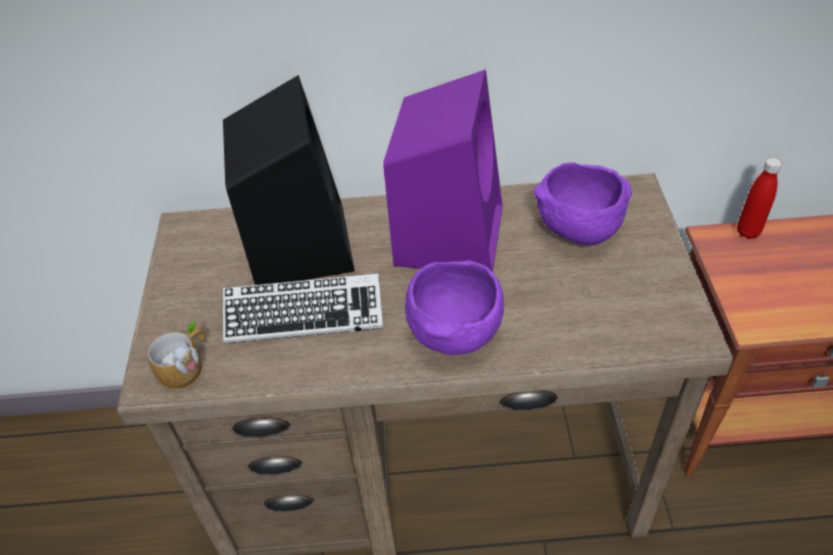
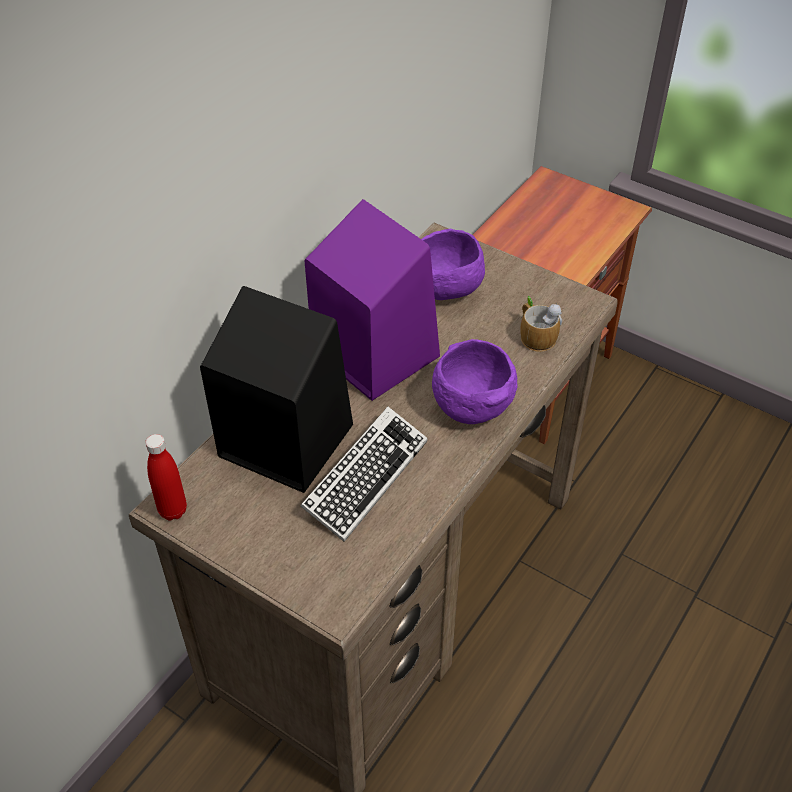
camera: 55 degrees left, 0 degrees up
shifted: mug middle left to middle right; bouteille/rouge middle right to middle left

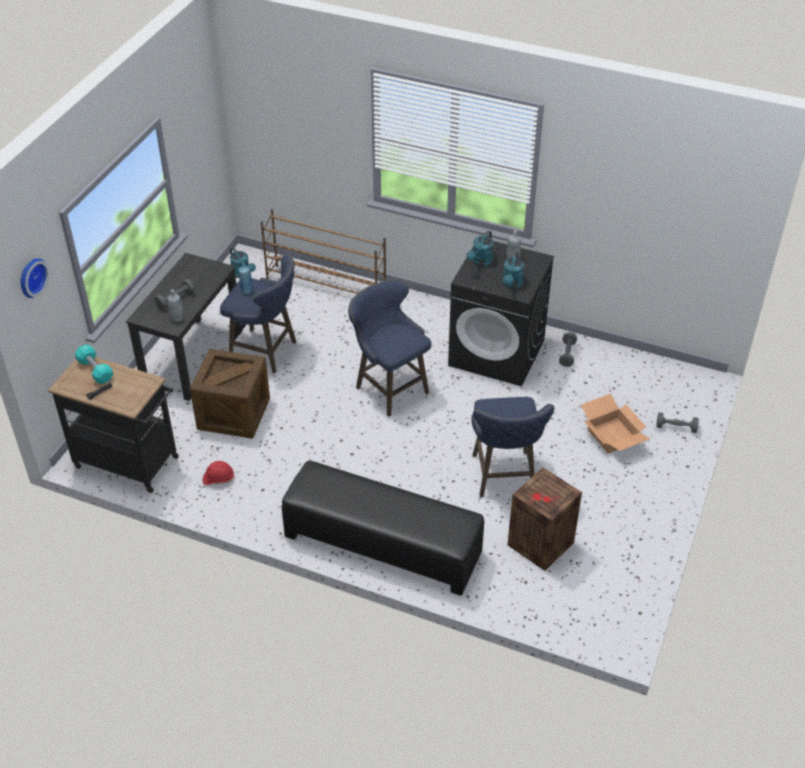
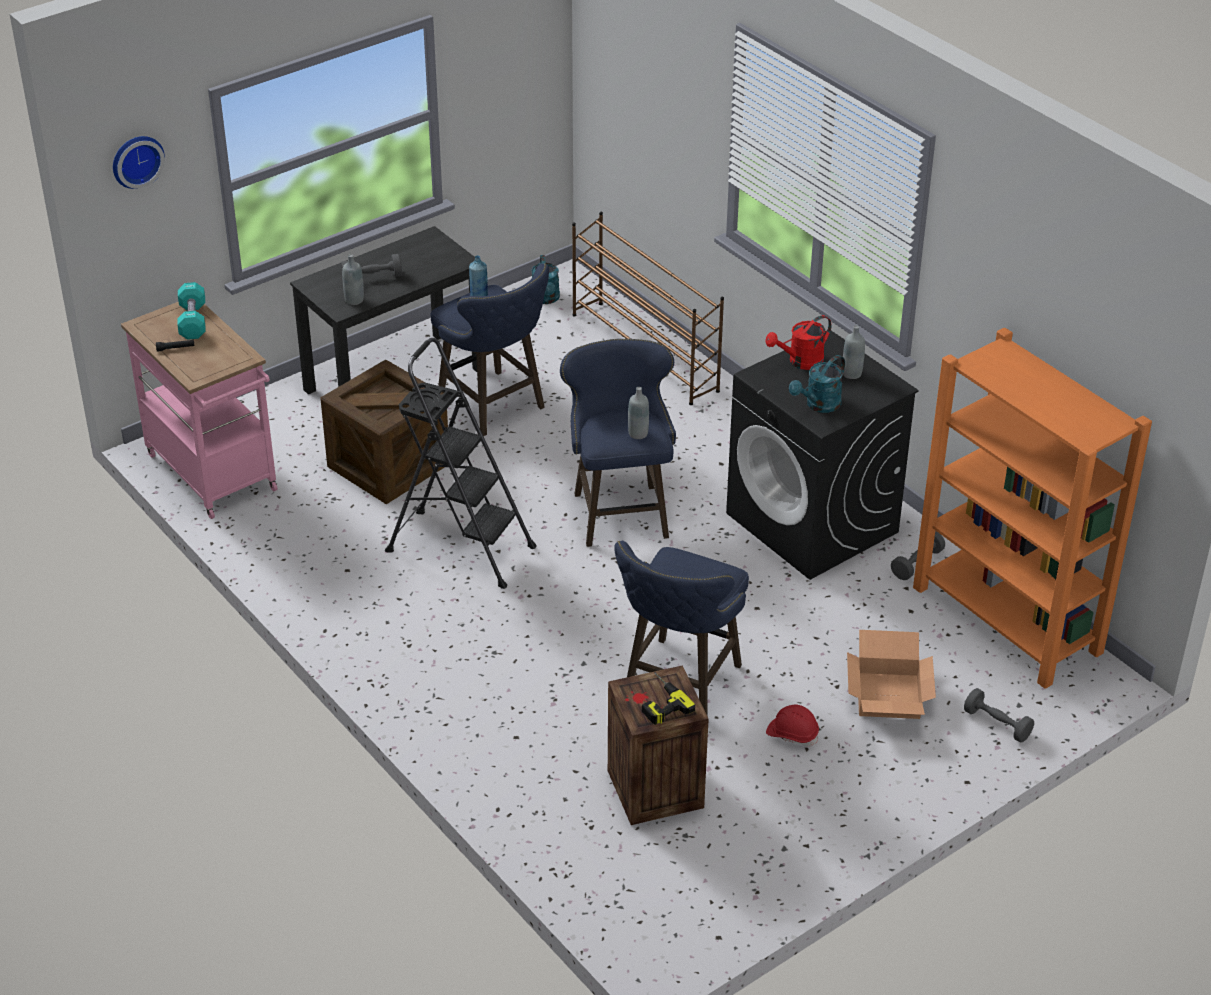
camera: 30 degrees right, 5 degrees down
gone: banc/noir bottom centre
new: escabeau centre; bouteille/gris (no. 2 from left) centre; perceuse bottom centre; bibliothèque/orange middle right
shifted: casque de chantier/rouge middle left to bottom centre
repainted: chariot/noir middle left to chariot/rose middle left; arrosoir/turquoise (no. 2 from left) top centre to arrosoir/rouge centre

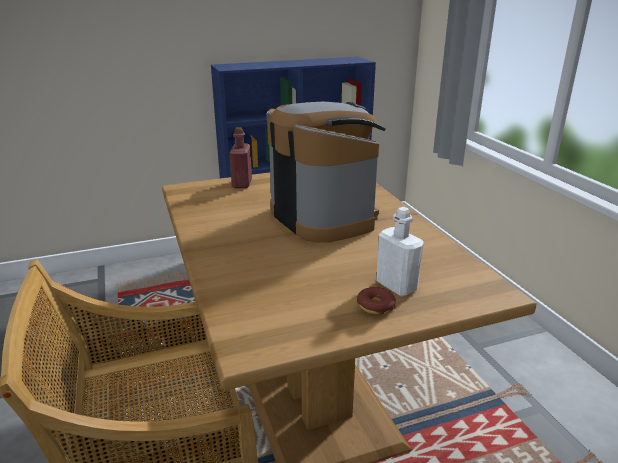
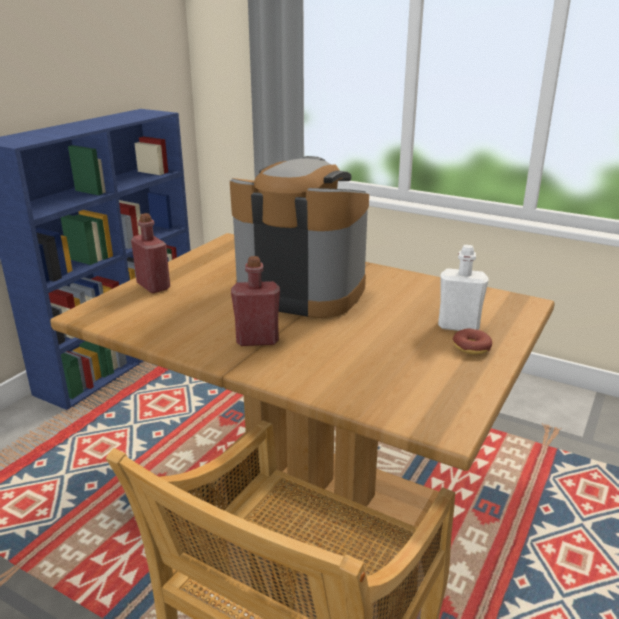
camera: 40 degrees left, 0 degrees up
new: bouteille/rouge (no. 2 from left) centre

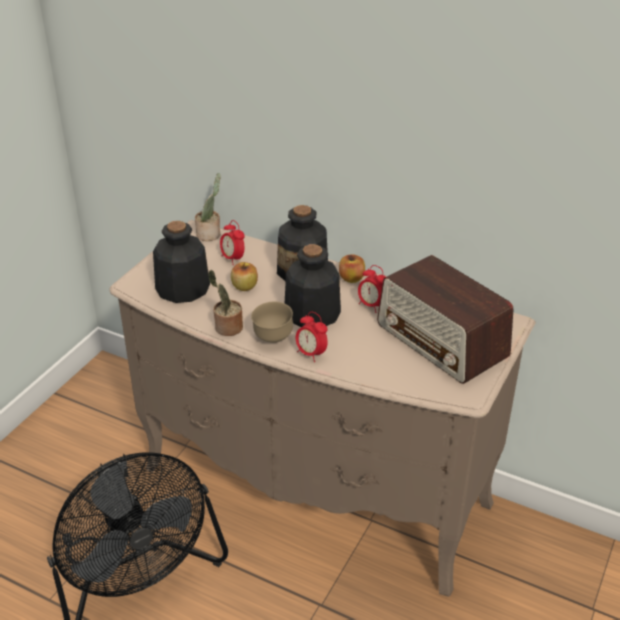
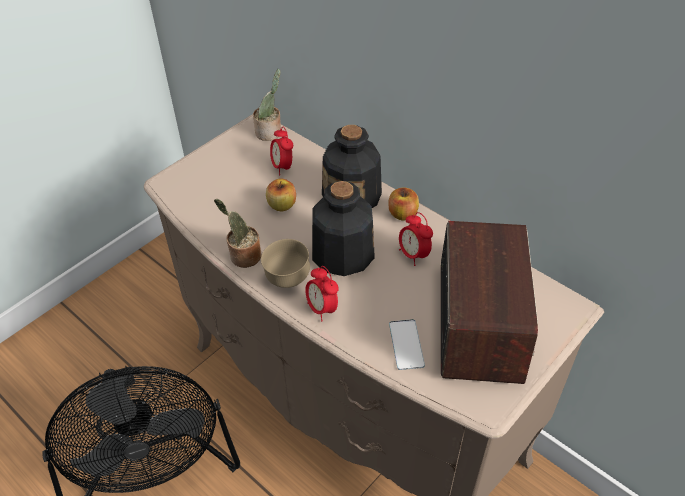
camera: 15 degrees right, 10 degrees up
gone: bouteille (no. 1 from left) middle left
new: téléphone bottom centre
rotated: radio middle right = middle right 150 degrees counterclockwise

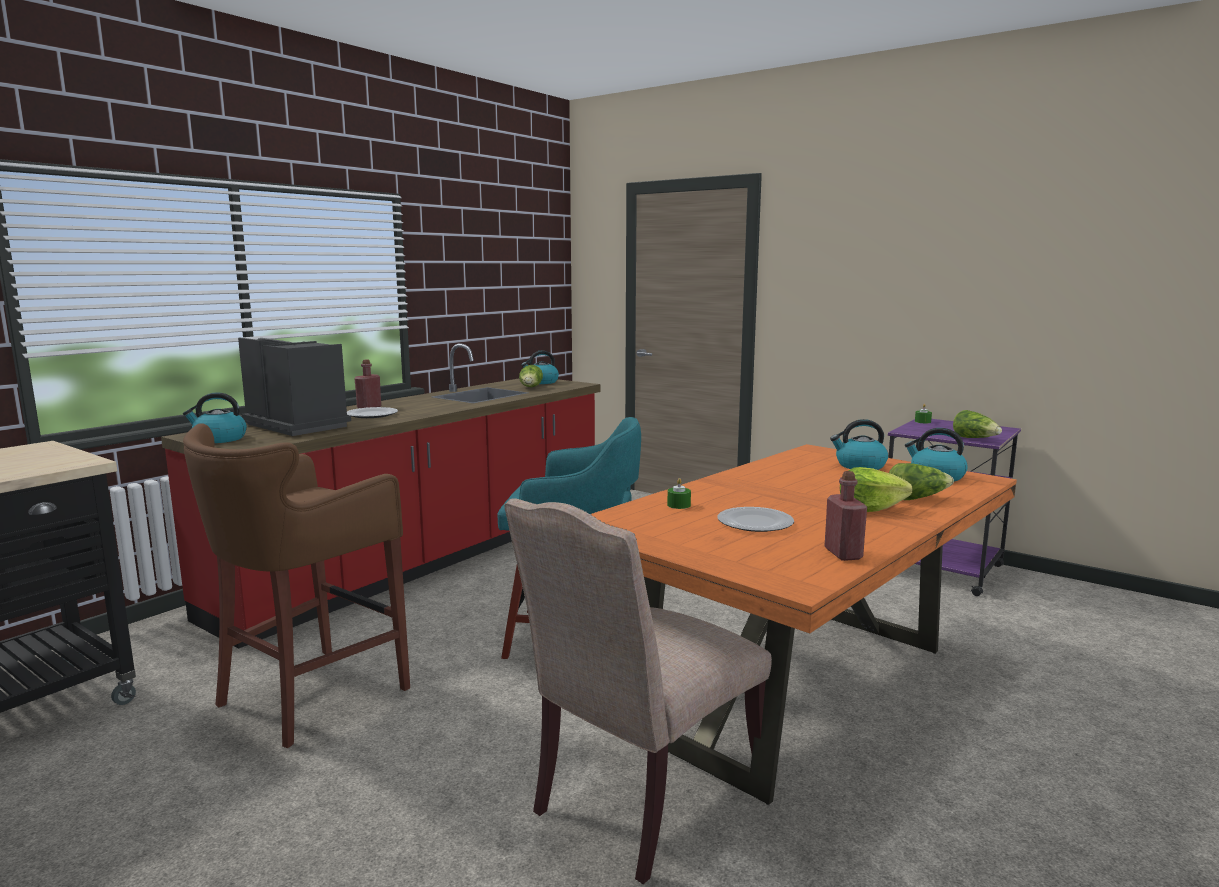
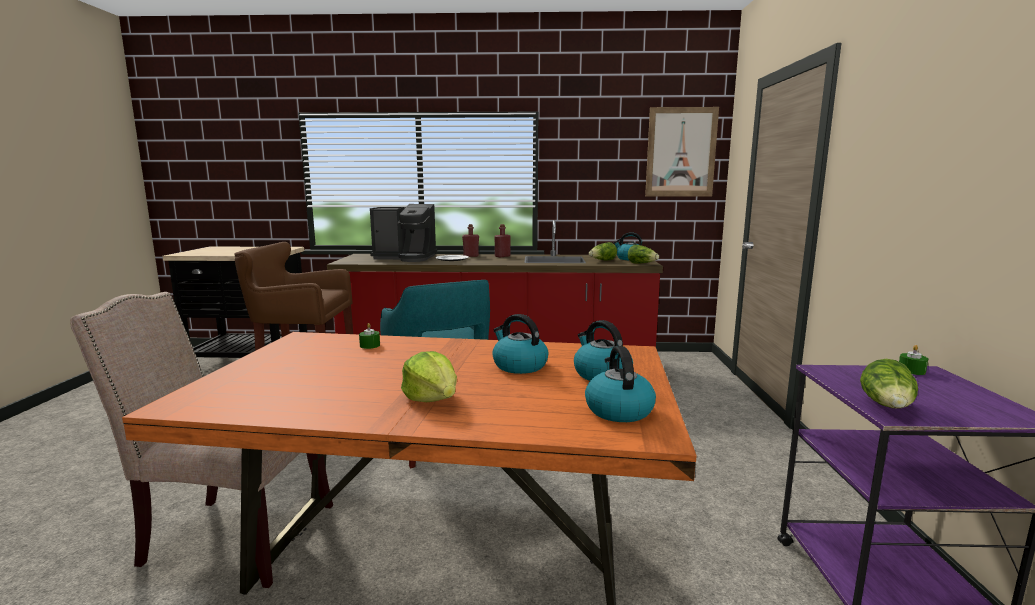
camera: 55 degrees right, 0 degrees up
gone: assiette (no. 2 from left) centre
new: tableau top centre
shifted: bouilloire (no. 1 from left) middle left to centre; bouteille/rouge (no. 2 from left) middle right to centre; laitue (no. 3 from left) middle right to centre
rotated: machine à café middle left = centre 90 degrees clockwise

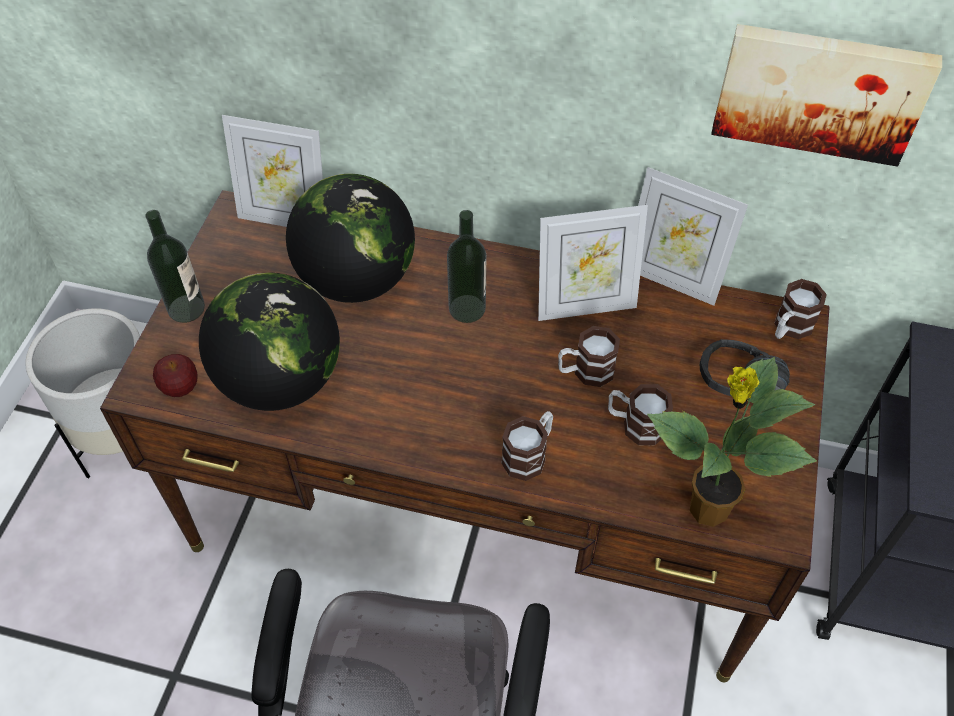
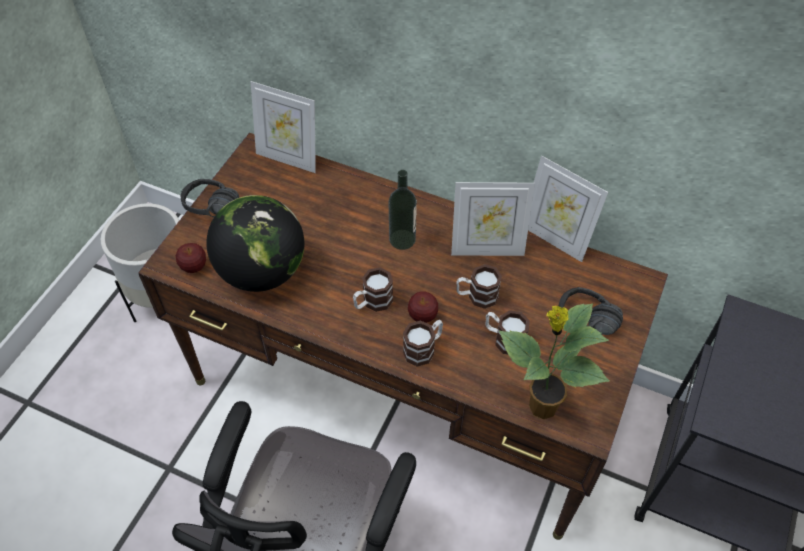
camera: 10 degrees right, 0 degrees up
gone: globe (no. 2 from left) top centre; tableau top right
new: pomme (no. 2 from left) centre
shifted: mug (no. 4 from left in the first image) middle right to mug (no. 1 from left) centre
swapped: bouteille (no. 1 from left) middle left to casque audio/noir (no. 1 from left) middle left

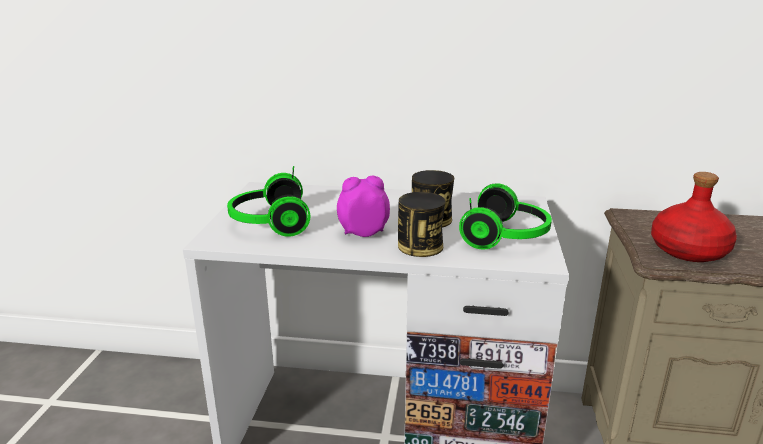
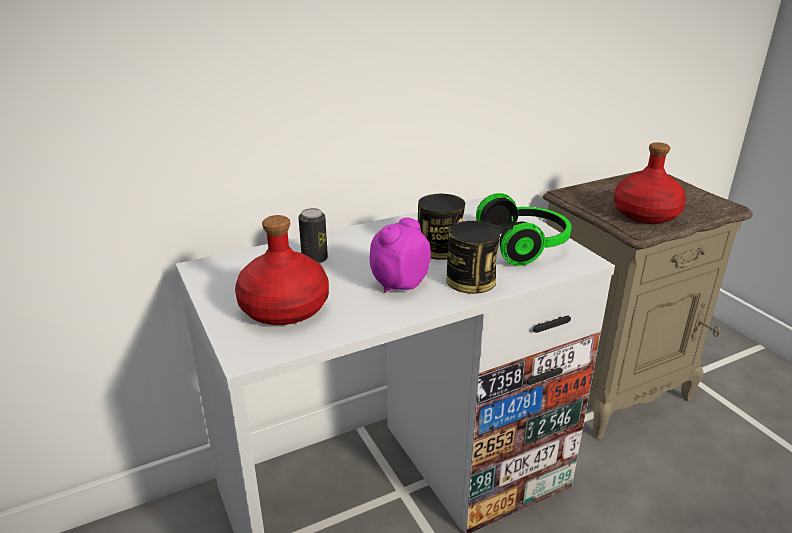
camera: 35 degrees left, 5 degrees up
new: boîte métallique (no. 1 from left) centre
swapped: casque audio (no. 1 from left) centre to bouteille/rouge (no. 1 from left) centre

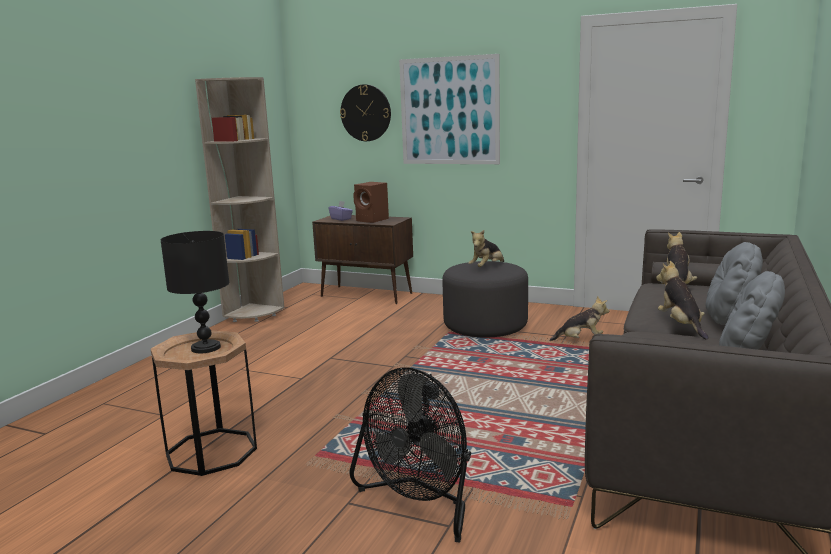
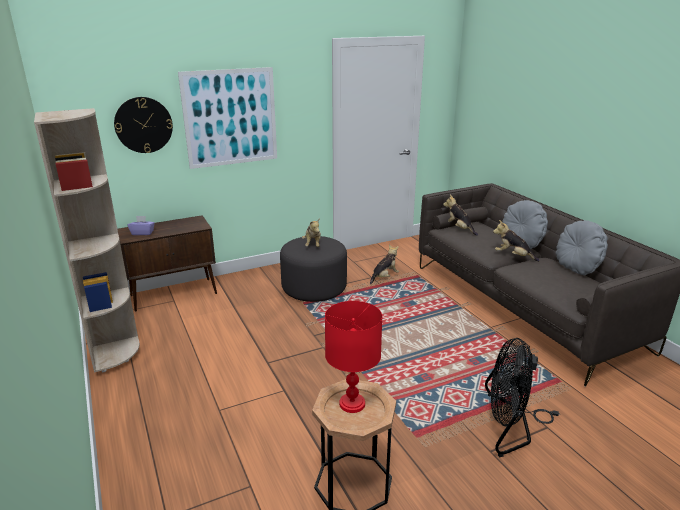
camera: 50 degrees left, 10 degrees up
gone: enceinte/marron centre
repainted: lampe de table/noir middle left to lampe de table/rouge bottom centre
rotated: ventilateur/noir bottom centre = bottom right 105 degrees clockwise

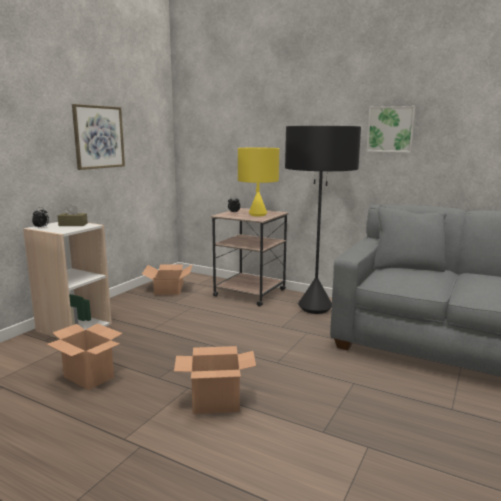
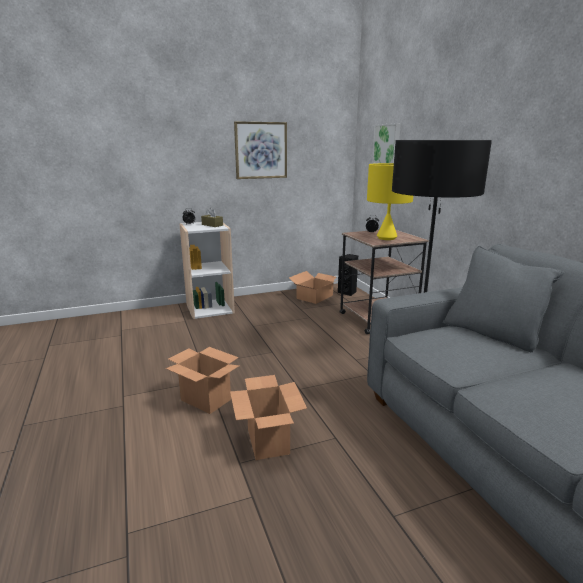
camera: 40 degrees right, 5 degrees up
new: enceinte/noir centre
shifted: carton (no. 1 from left in the first image) bottom left to carton (no. 2 from left) bottom centre; tableau (no. 2 from left) top right to top centre

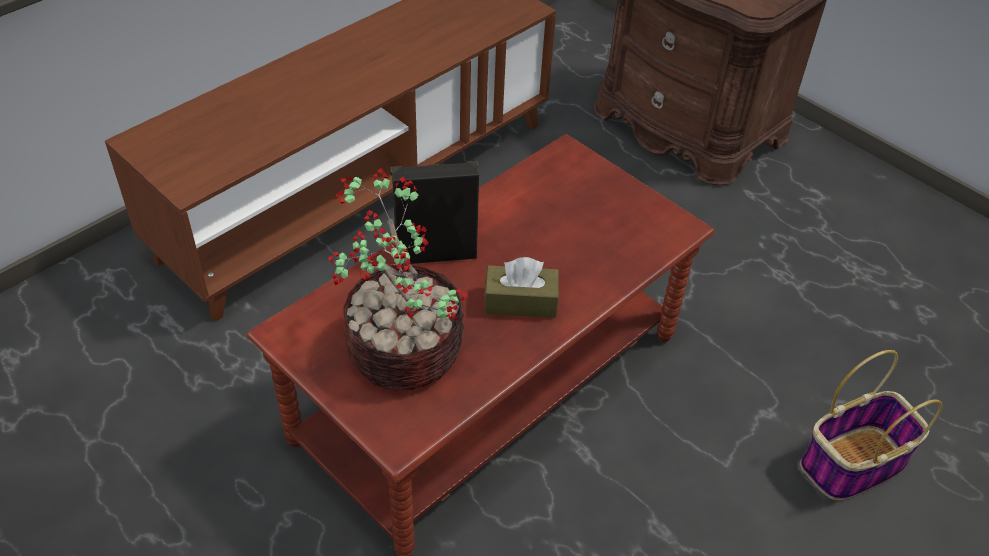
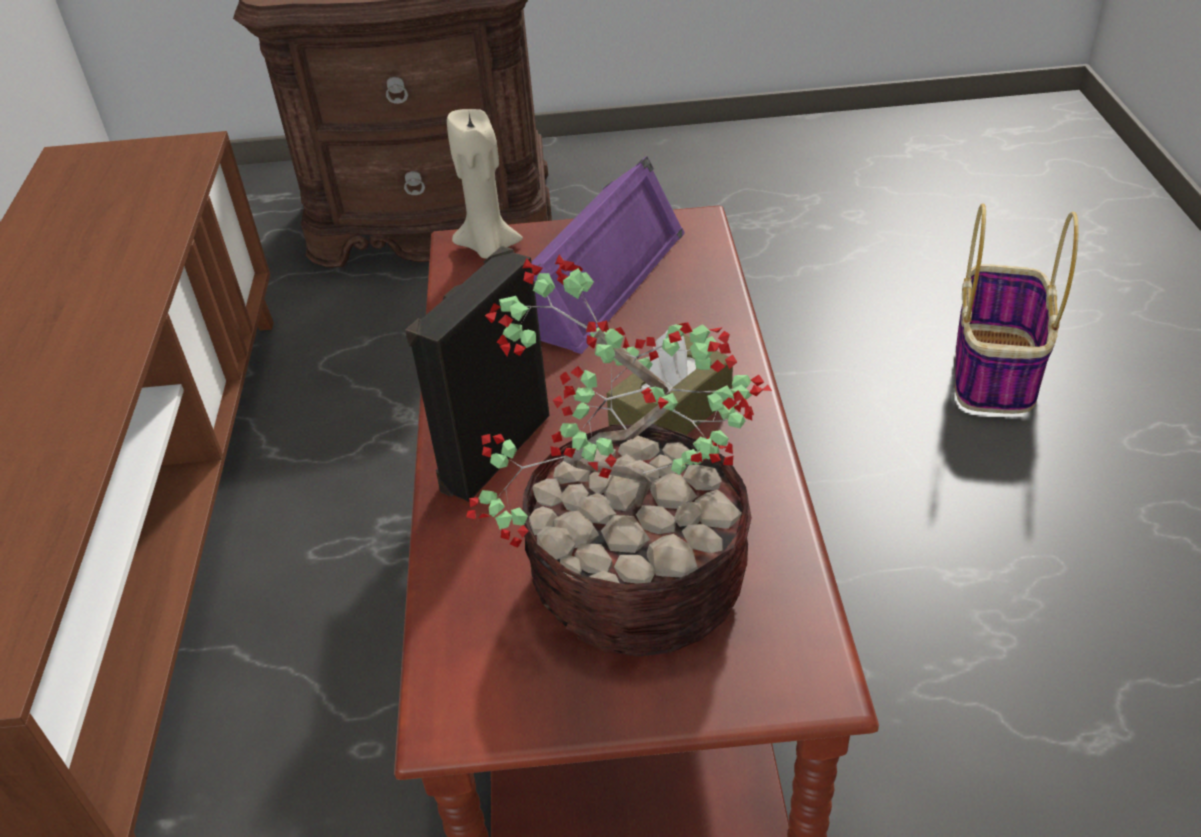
camera: 45 degrees left, 5 degrees down
new: bougie/beige top centre; enceinte/violet top centre

